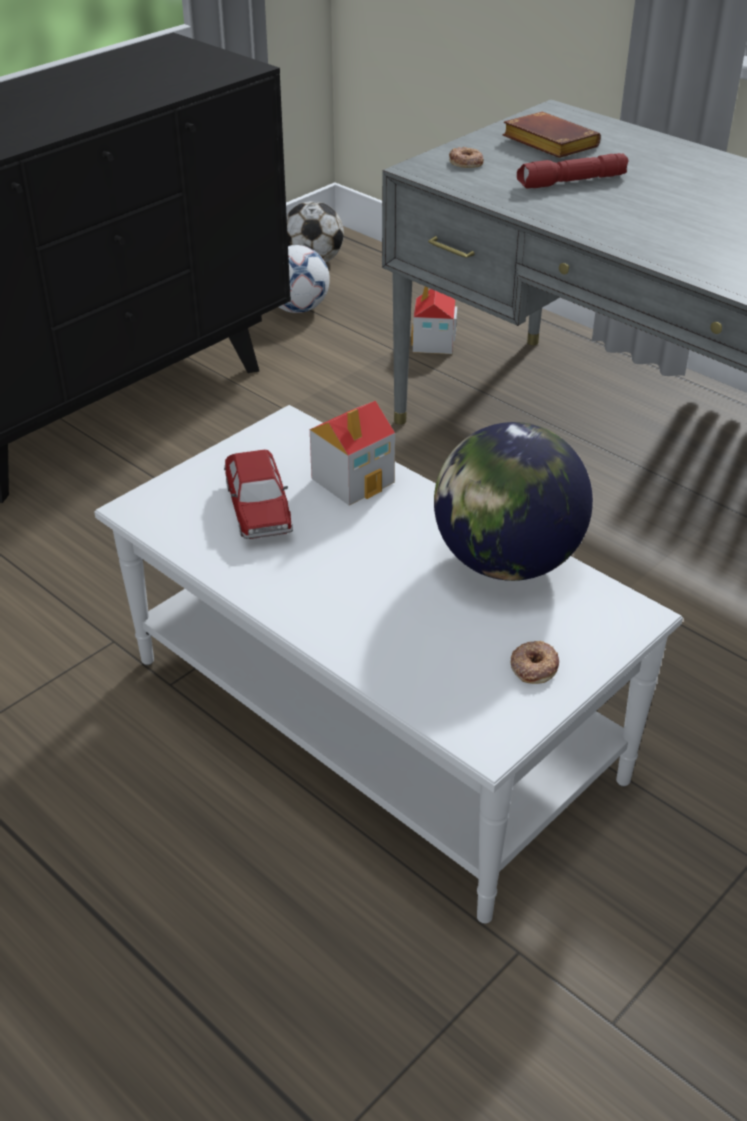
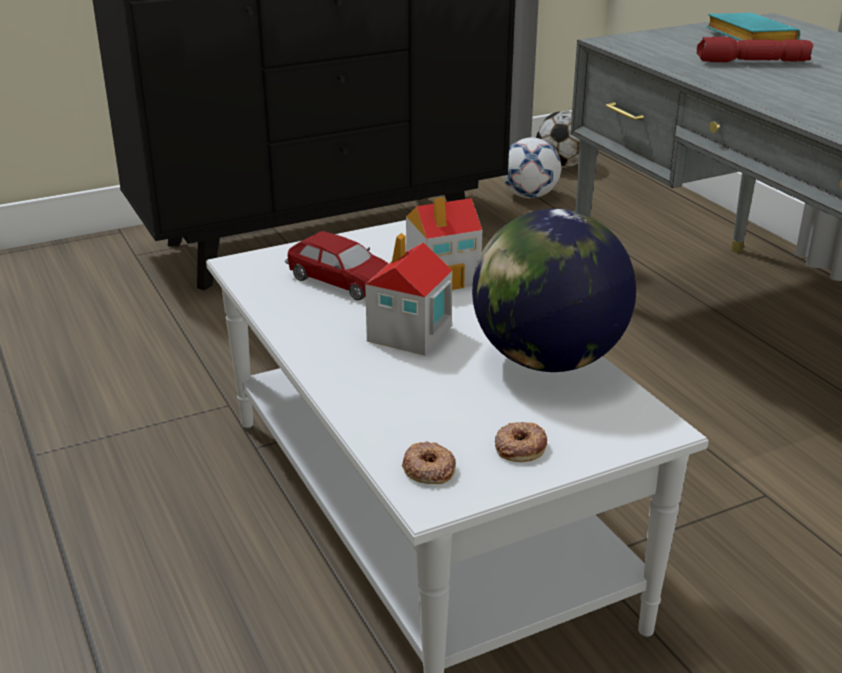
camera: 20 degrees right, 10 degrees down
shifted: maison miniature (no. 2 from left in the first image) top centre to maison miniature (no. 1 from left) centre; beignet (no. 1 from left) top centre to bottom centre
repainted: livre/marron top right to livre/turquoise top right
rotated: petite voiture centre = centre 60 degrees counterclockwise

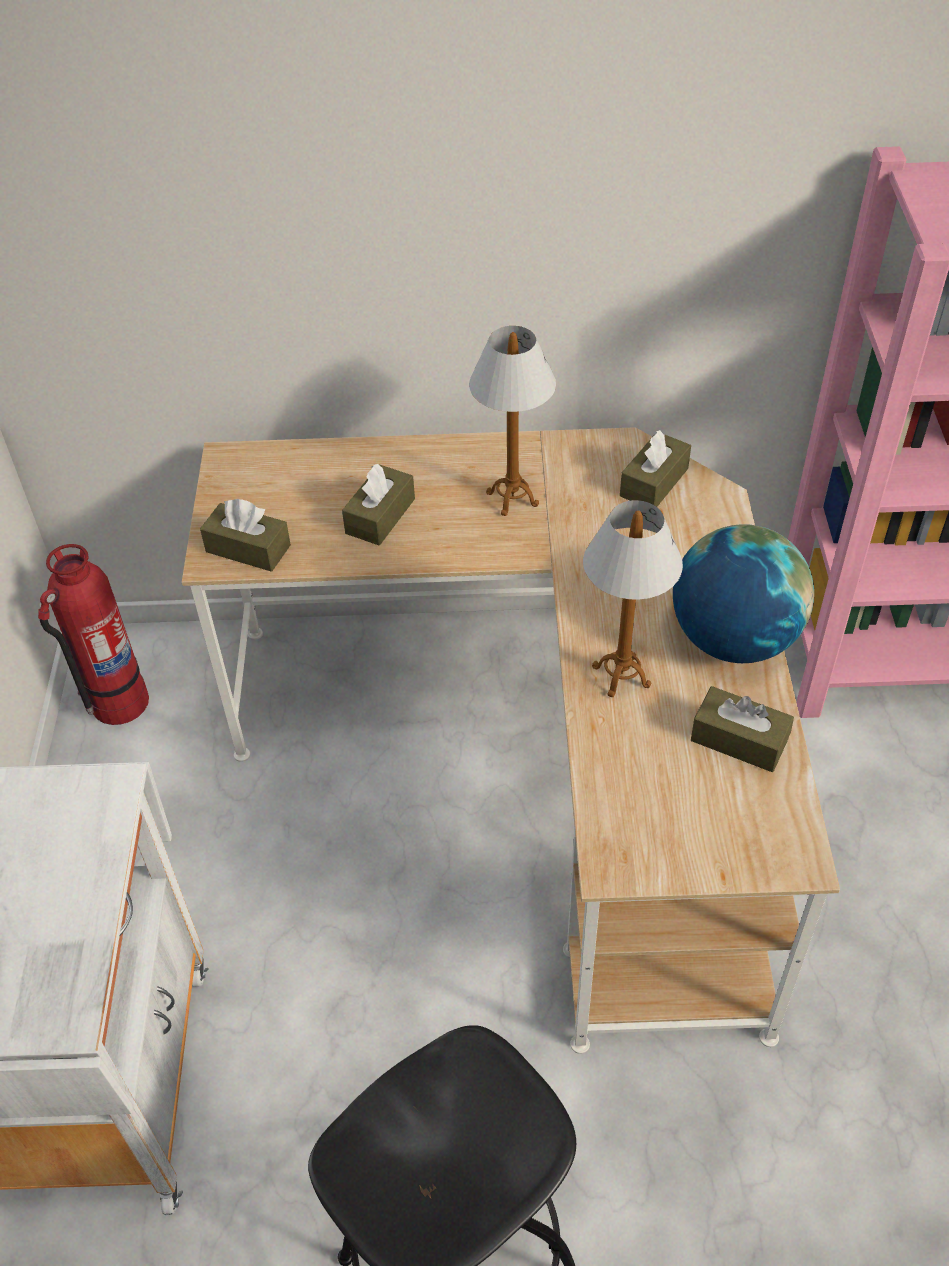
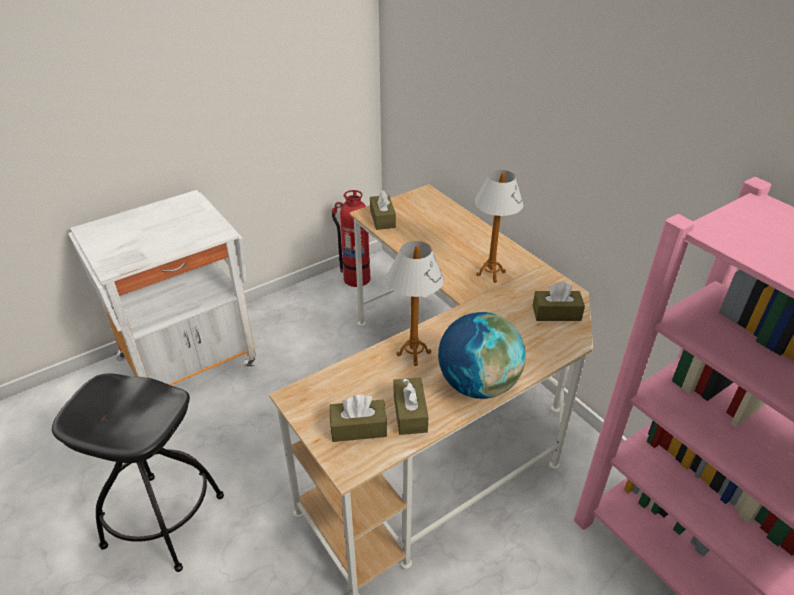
camera: 55 degrees right, 10 degrees down
shifted: boîte à mouchoirs/marron (no. 2 from left in the first image) centre to boîte à mouchoirs/marron (no. 1 from left) bottom centre

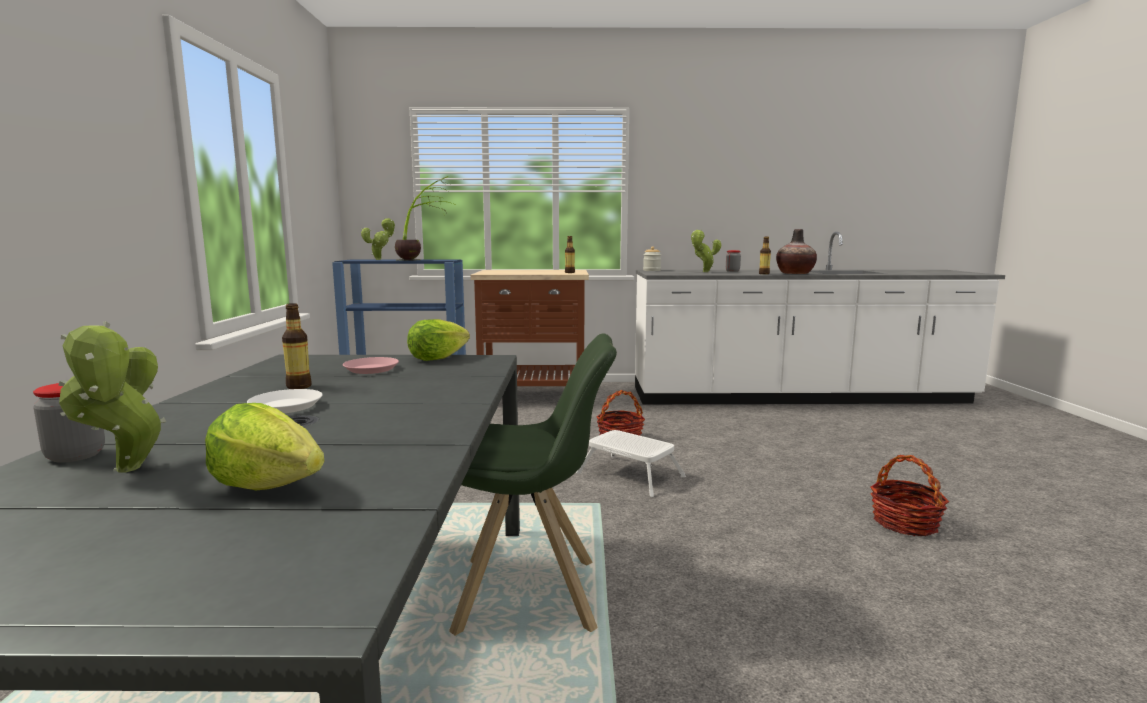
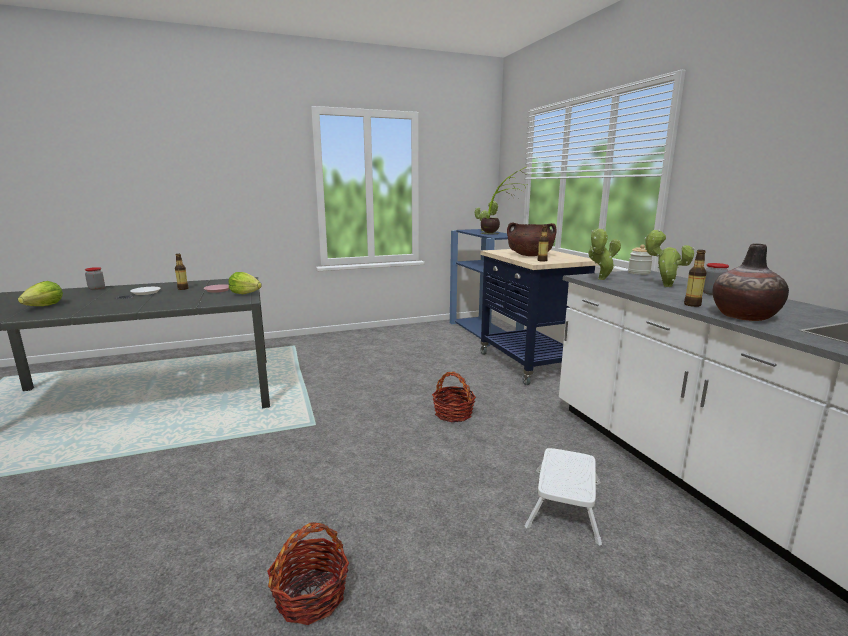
camera: 70 degrees right, 5 degrees up
gone: chaise/vert bottom centre
new: marmite/marron centre
shifted: plante en pot (no. 1 from left in the first image) middle left to plante en pot (no. 3 from left) middle right; escabeau/blanc centre to bottom centre
repainted: chariot/marron centre to chariot/bleu centre

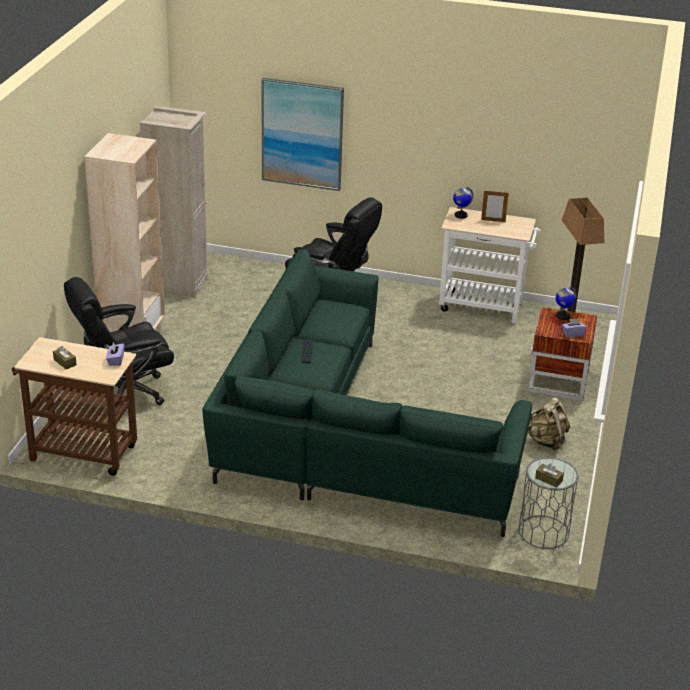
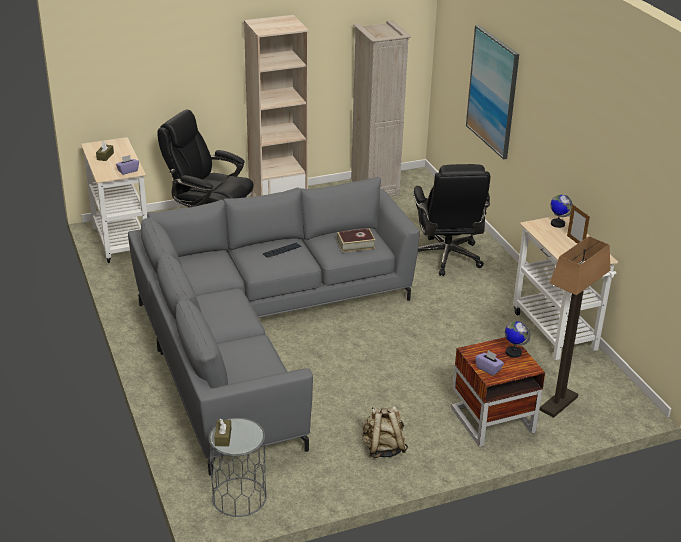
camera: 55 degrees right, 0 degrees up
new: livre centre
repainted: chariot/marron middle left to chariot/blanc (no. 1 from left) middle left; canapé/vert centre to canapé/gris centre

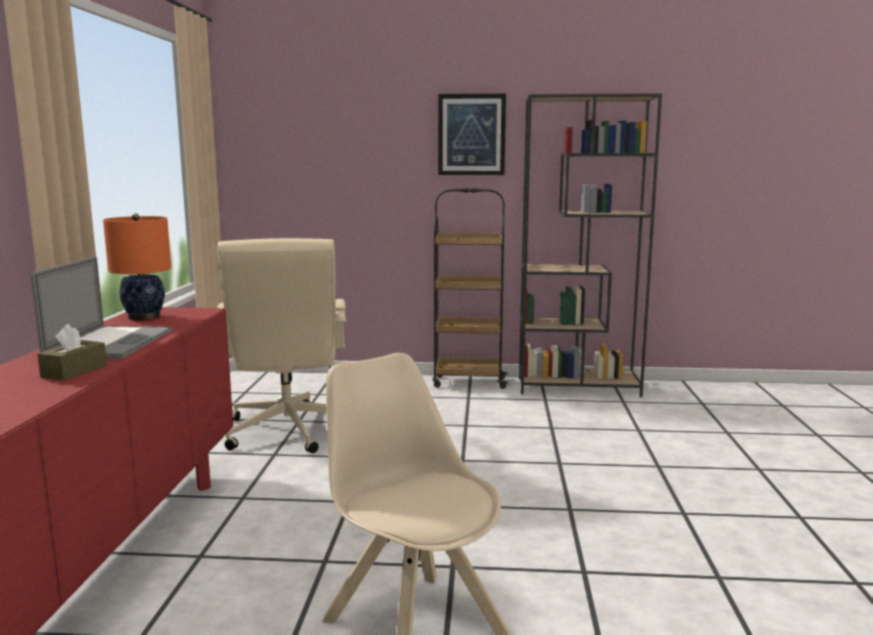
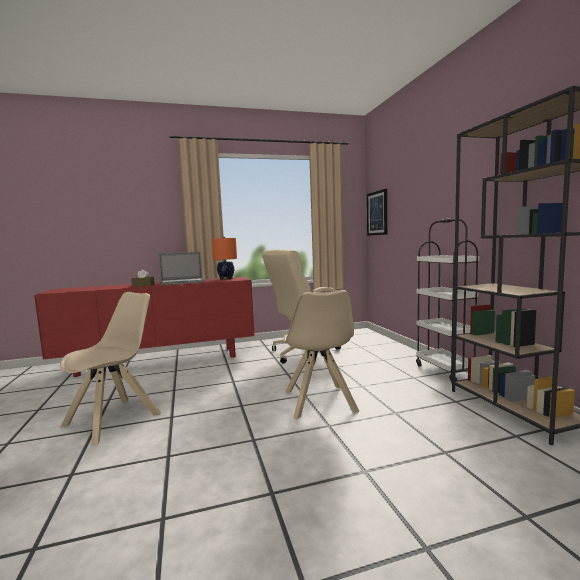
camera: 70 degrees right, 5 degrees down
new: chaise/beige (no. 2 from left) centre
shifted: tableau top centre to centre
repainted: chariot/marron centre to chariot/blanc middle right

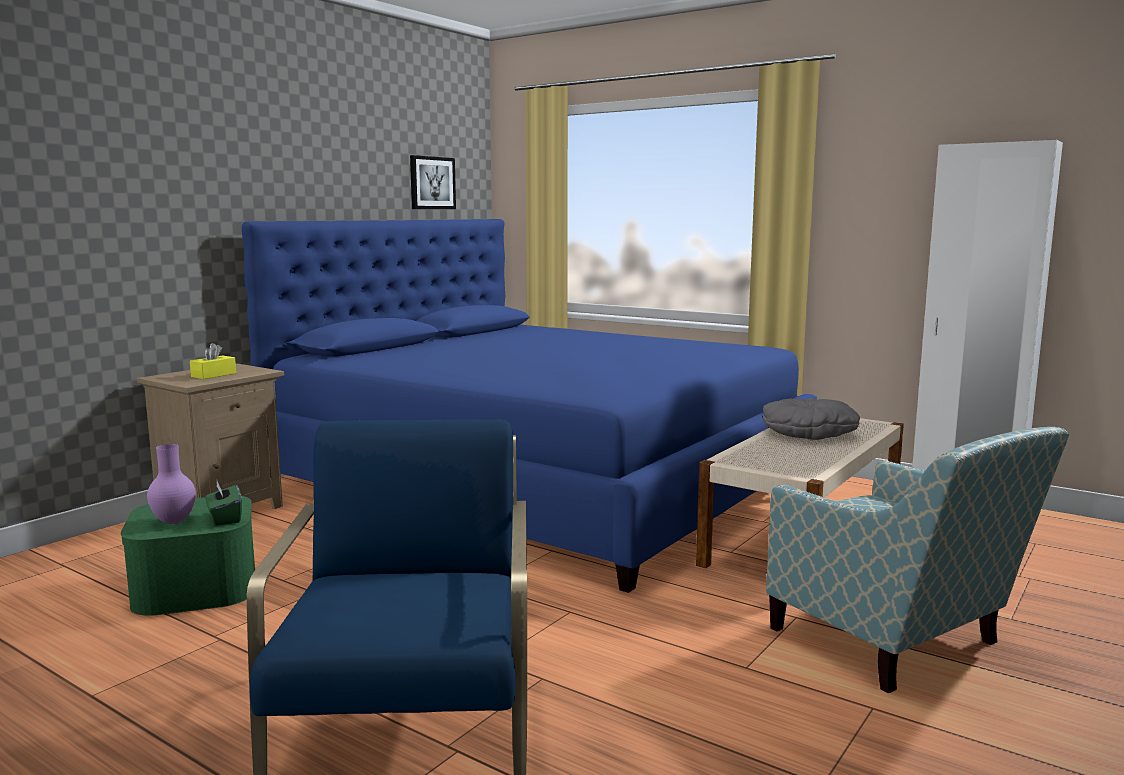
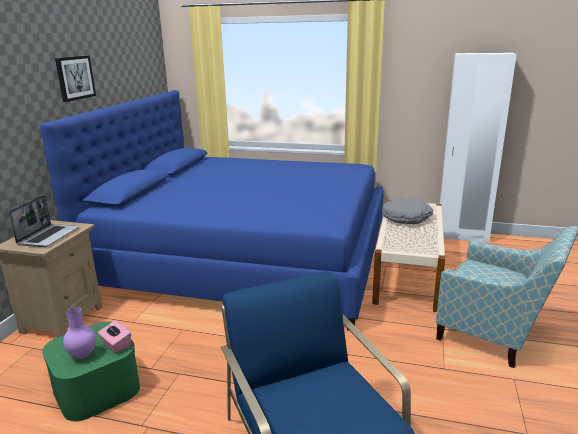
camera: 20 degrees left, 10 degrees up
shifted: tableau top centre to top left
swapped: boîte à mouchoirs/jaune middle left to ordinateur portable middle left
repainted: boîte à mouchoirs/vert middle left to boîte à mouchoirs/rose bottom left

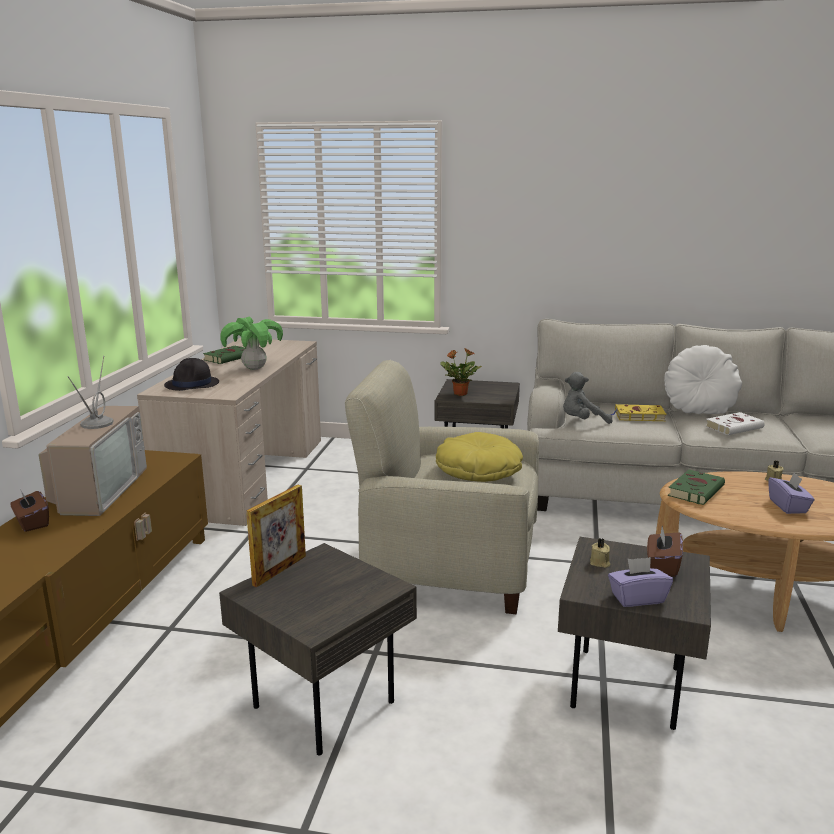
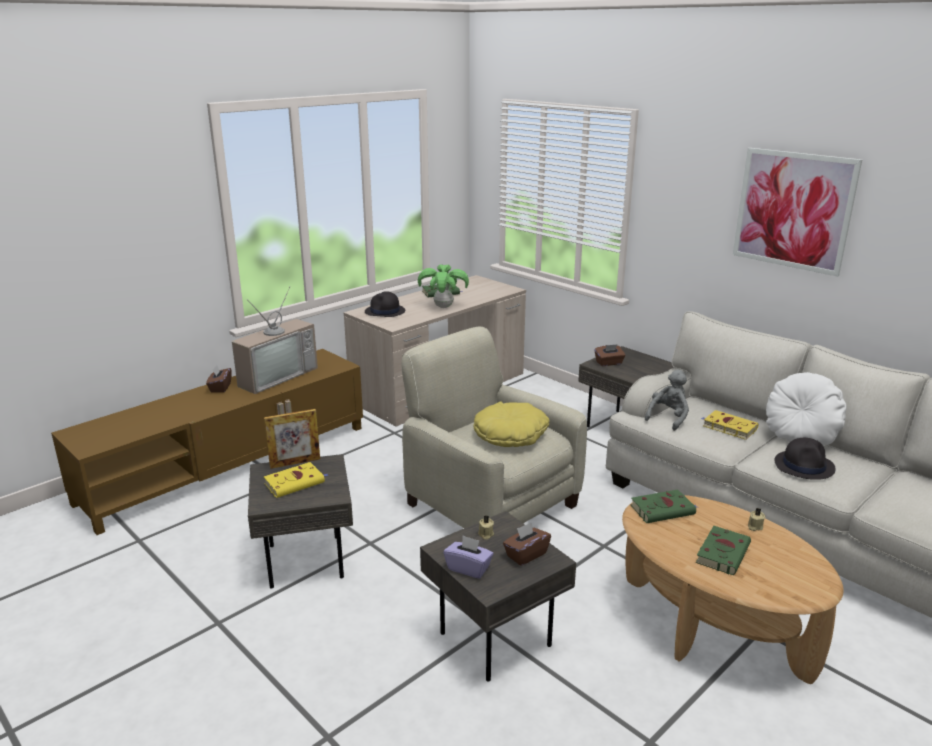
camera: 35 degrees right, 5 degrees up
new: livre/jaune (no. 1 from left) middle left; tableau top right
swapped: plante en pot (no. 2 from left) centre to boîte à mouchoirs/marron (no. 3 from left) centre; livre/blanc middle right to chapeau/noir (no. 2 from left) middle right; boîte à mouchoirs/violet (no. 2 from left) middle right to livre/vert (no. 3 from left) bottom right
rotated: peluche/gris middle right = middle right 105 degrees clockwise

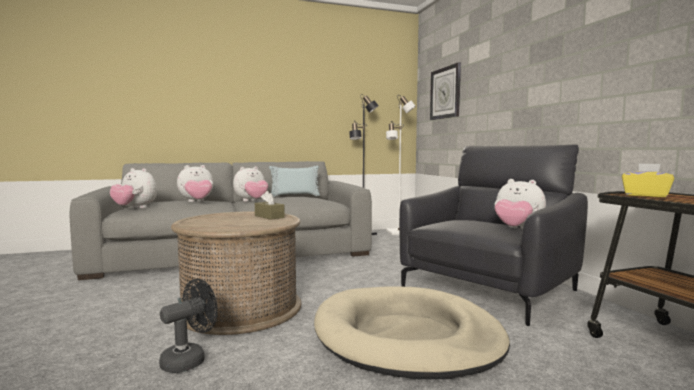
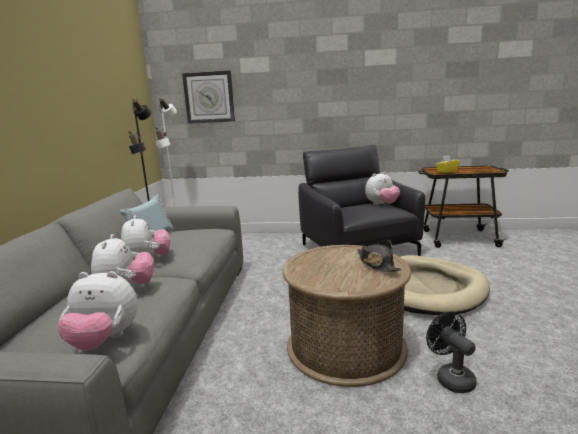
camera: 65 degrees left, 10 degrees up
gone: boîte à mouchoirs/marron centre
new: chapeau/noir centre
rotated: peluche (no. 1 from left) middle left = bottom left 45 degrees clockwise

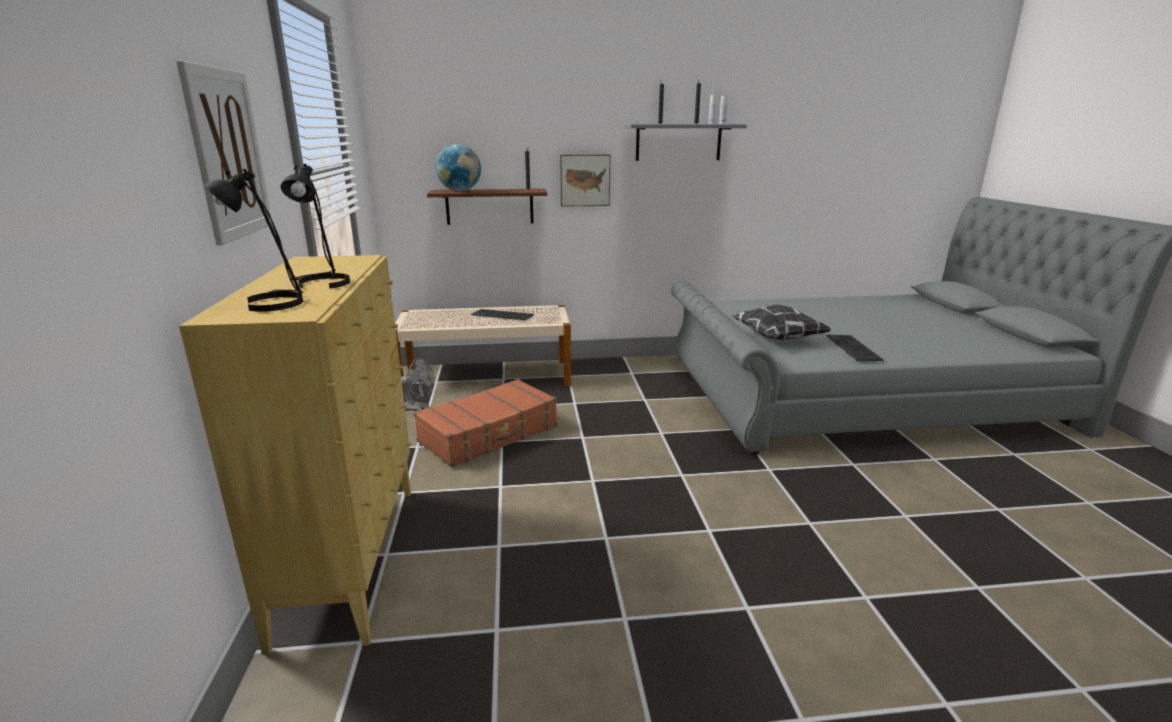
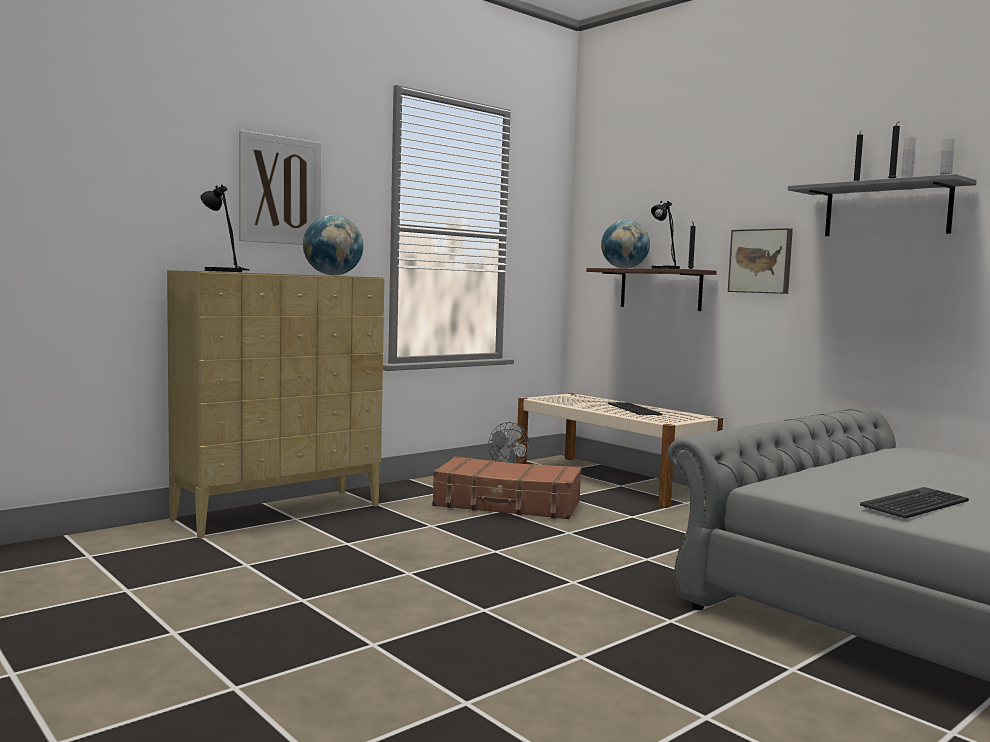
camera: 55 degrees right, 15 degrees down
gone: coussin centre
new: globe (no. 1 from left) top centre
shifted: lampe de table/noir (no. 2 from left) top left to top right

